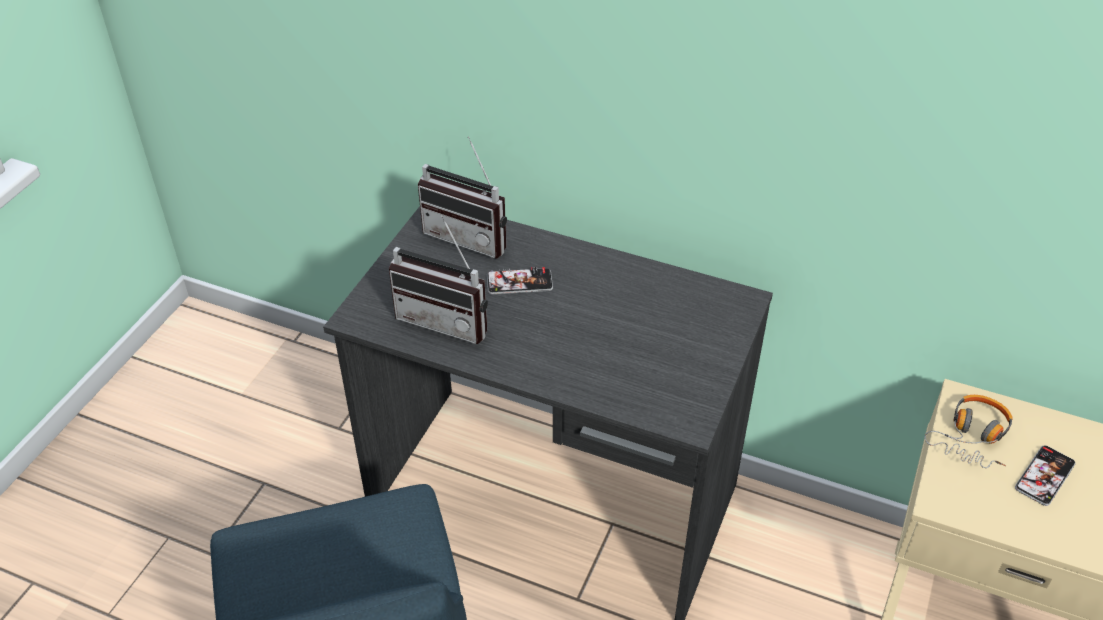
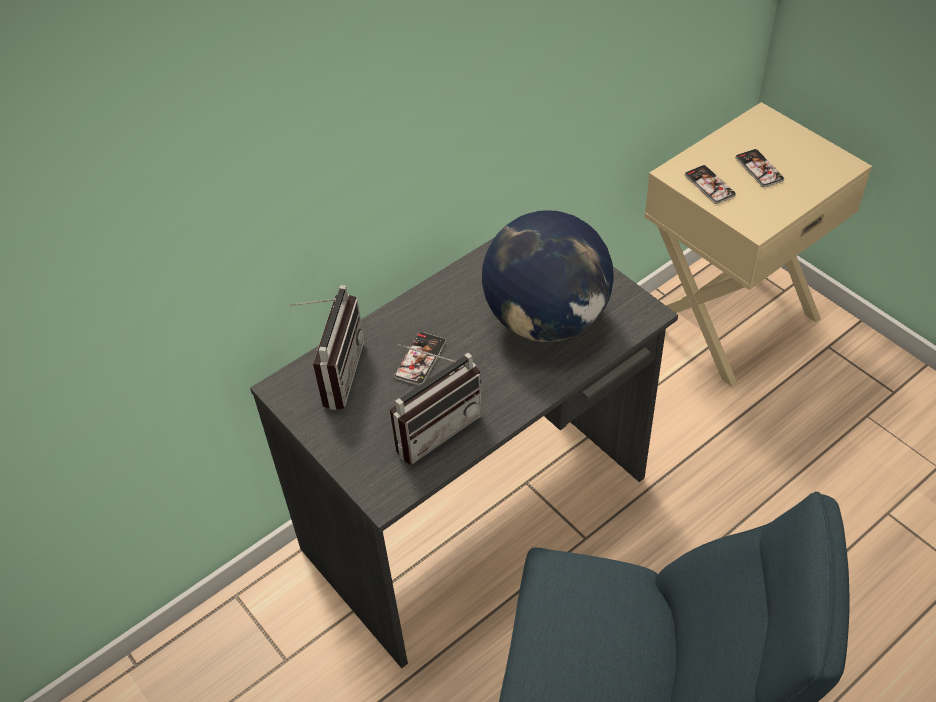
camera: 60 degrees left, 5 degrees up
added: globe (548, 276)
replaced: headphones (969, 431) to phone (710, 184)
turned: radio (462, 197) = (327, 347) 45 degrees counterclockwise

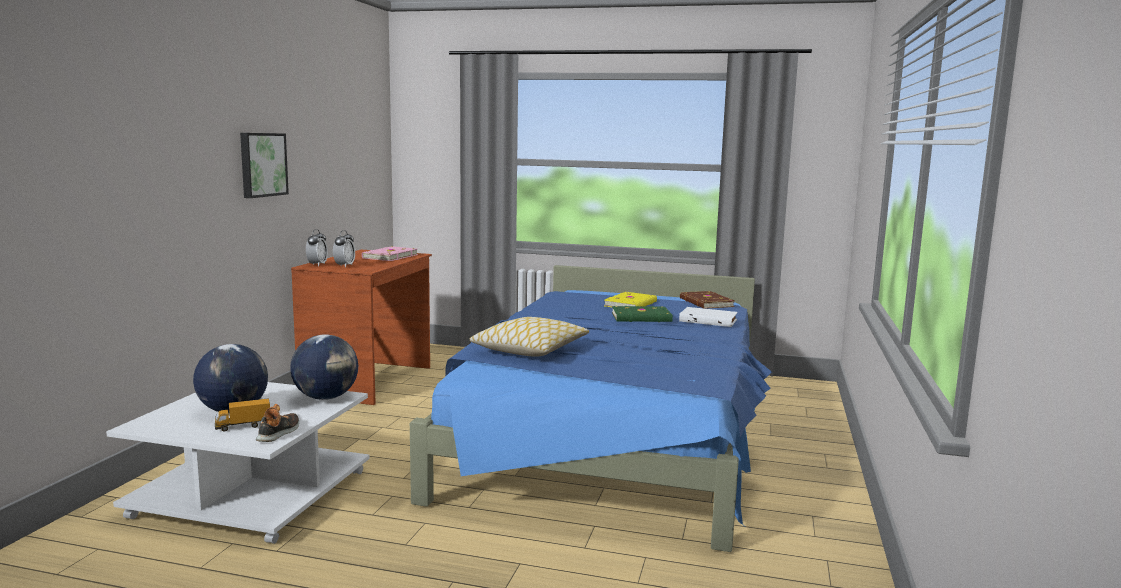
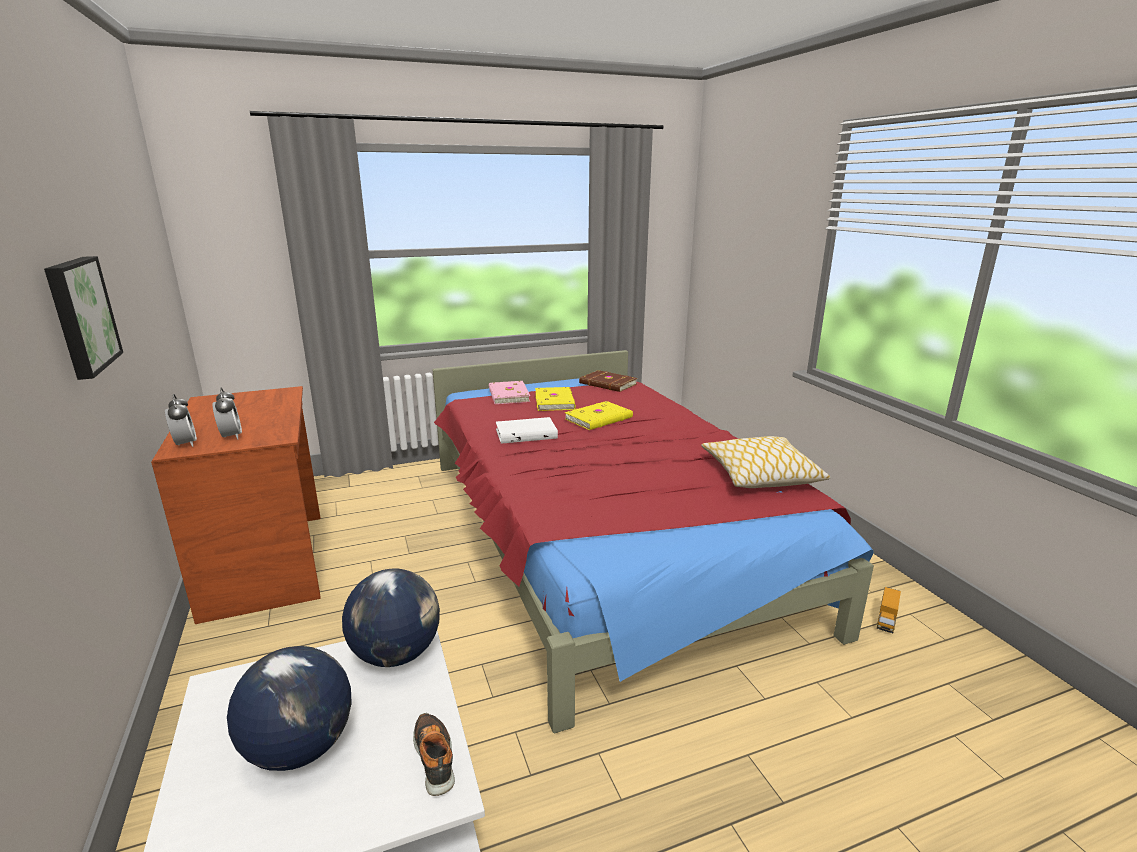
camera: 35 degrees left, 10 degrees up
moved: pink book (390, 253) to (509, 392); white book (708, 317) to (527, 430); pillow (529, 337) to (766, 462); toy truck (242, 415) to (889, 610)
recoloured: blue bed (591, 408) to red bed (653, 542); green book (642, 314) to yellow book (599, 415)

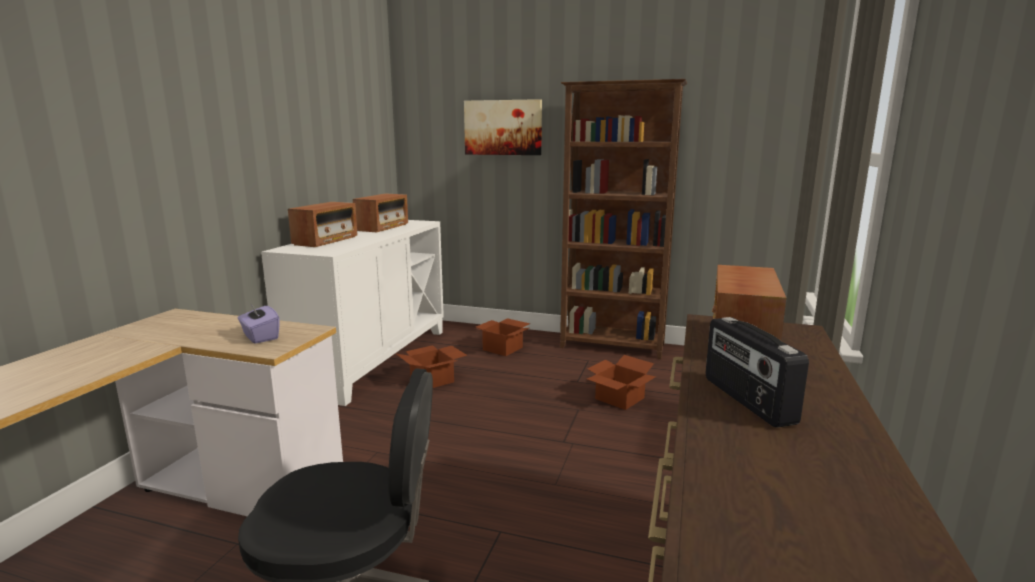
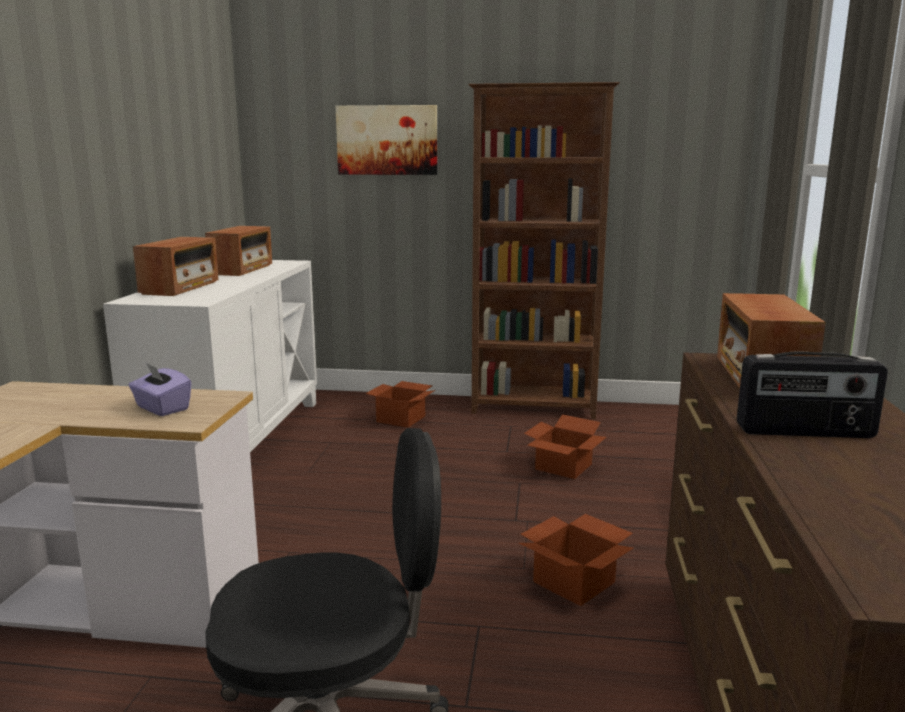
camera: 10 degrees left, 0 degrees up
moved: cardboard box (431, 366) to (576, 560)
turned: radio (757, 372) = (812, 394) 60 degrees counterclockwise

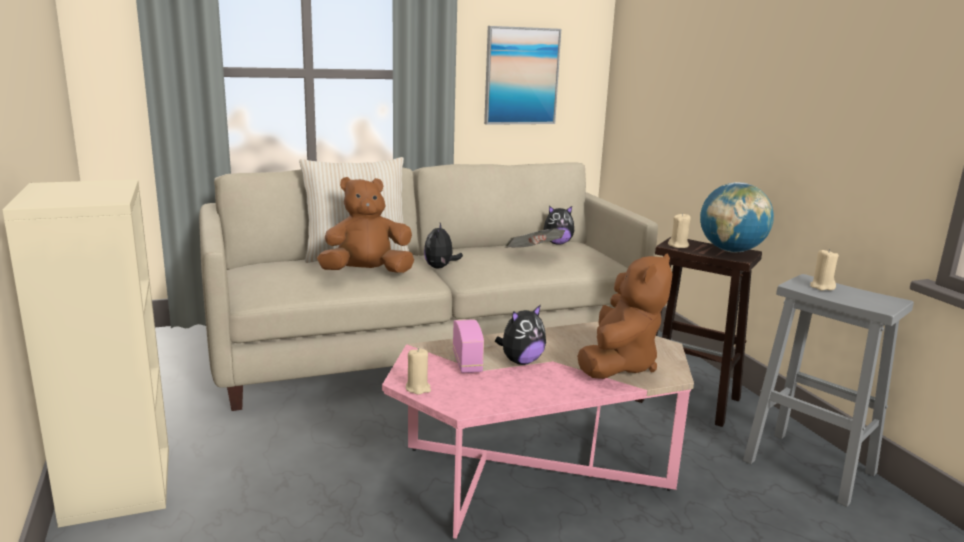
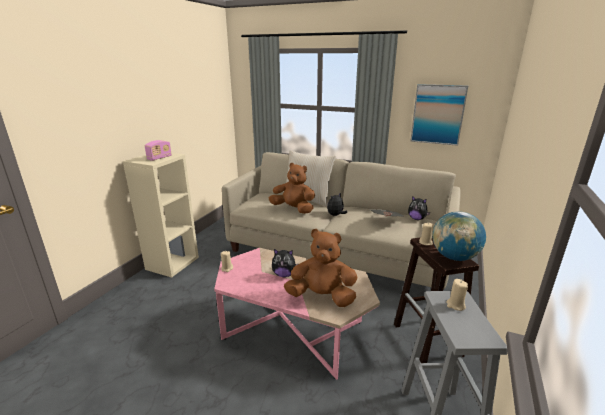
camera: 45 degrees right, 5 degrees up
moved: radio (468, 346) to (158, 150)
turned: brown plush toy (625, 316) = (320, 268) 150 degrees counterclockwise

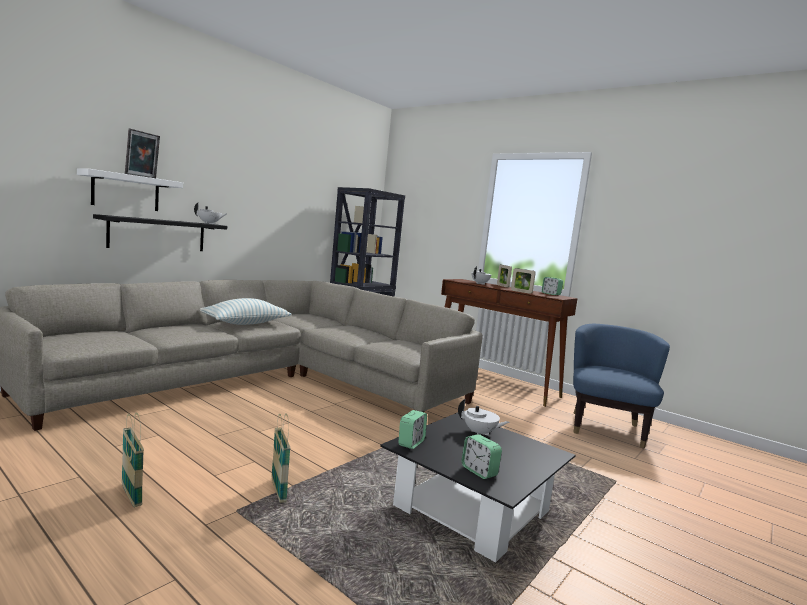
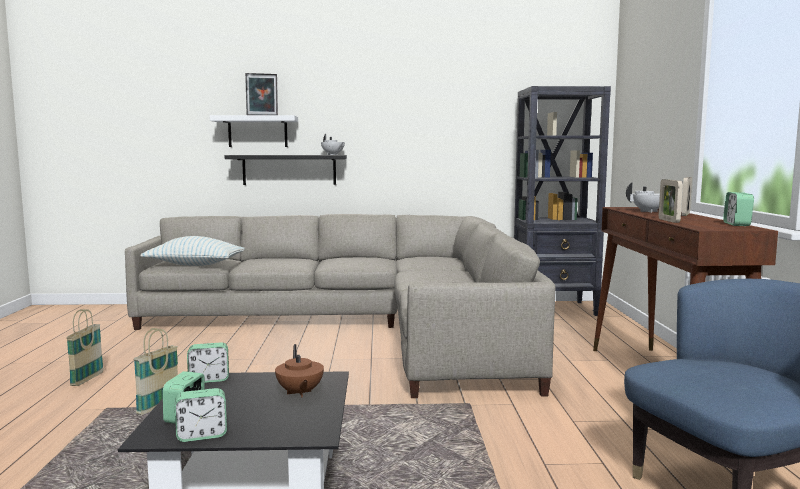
camera: 50 degrees right, 0 degrees up
added: alarm clock (201, 415)
moved: pillow (246, 311) to (192, 251)
recoloured: white teapot (483, 417) to brown teapot (299, 370)

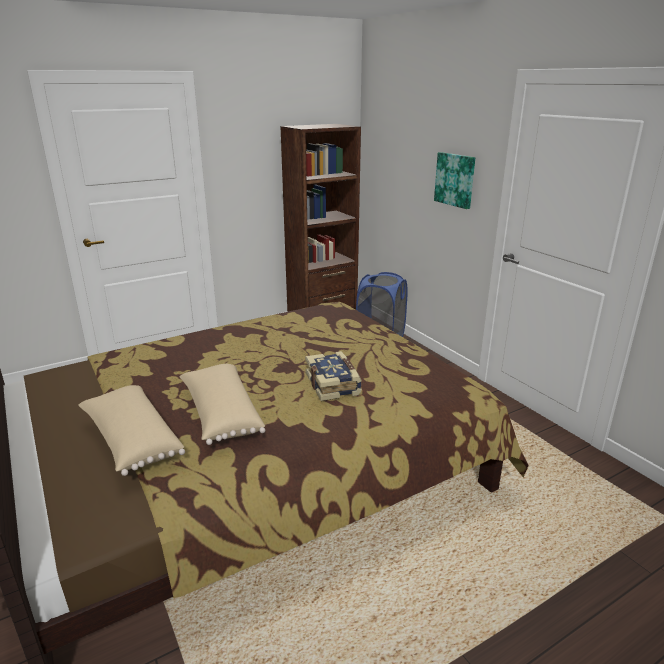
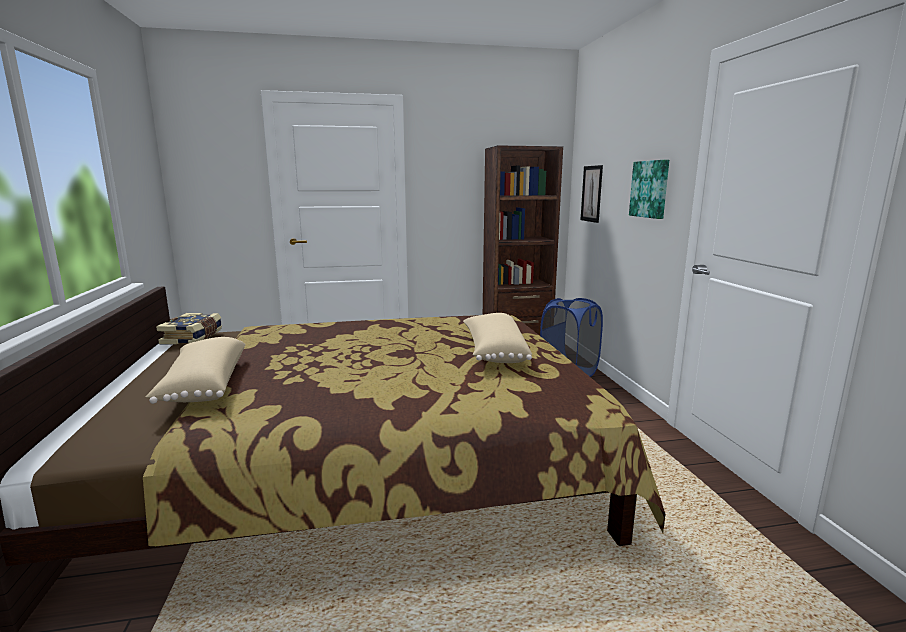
camera: 20 degrees right, 10 degrees down
added: picture (592, 194)
moved: book (333, 376) to (189, 329); beige pillow (222, 404) to (497, 338)

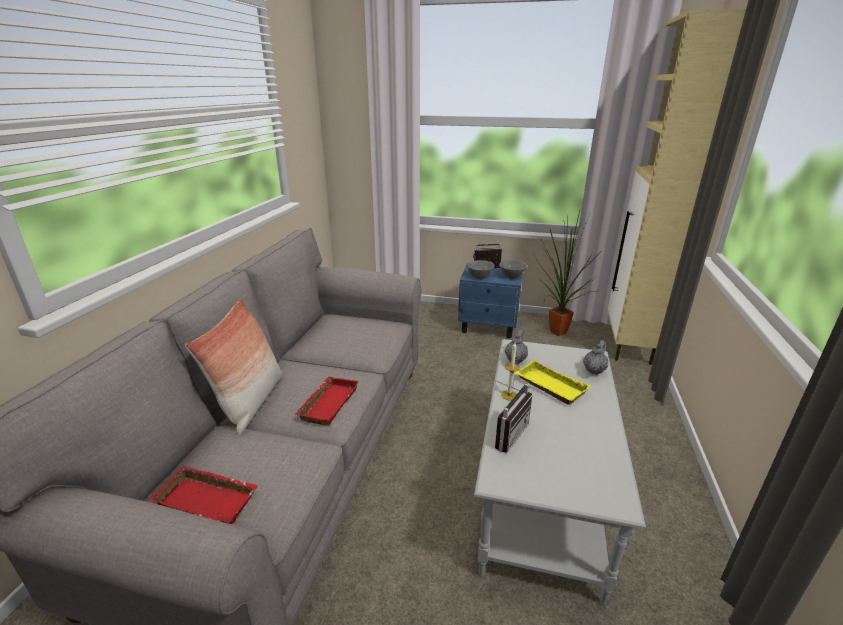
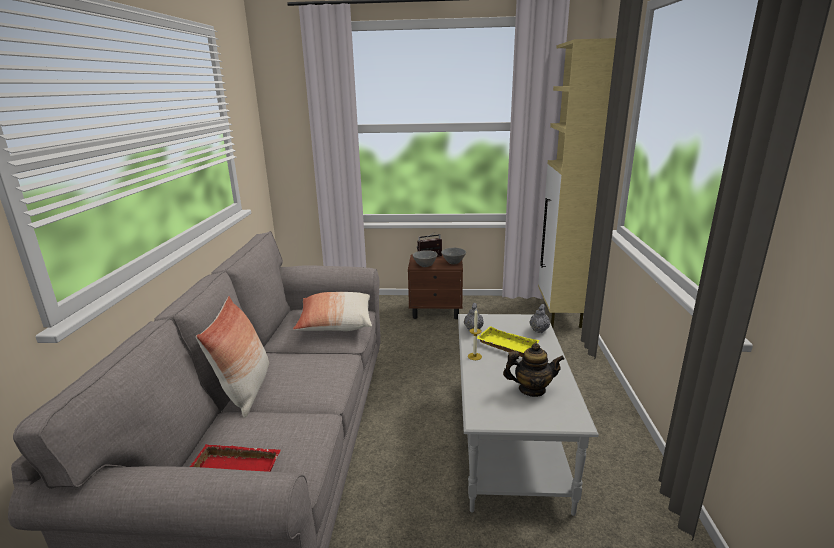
camera: 10 degrees left, 5 degrees down
removed: potted plant (566, 272); red tray (327, 401); radio (514, 416)
added: pillow (332, 311); teapot (534, 370)
recoloured: blue nightstand (490, 301) to brown nightstand (435, 287)

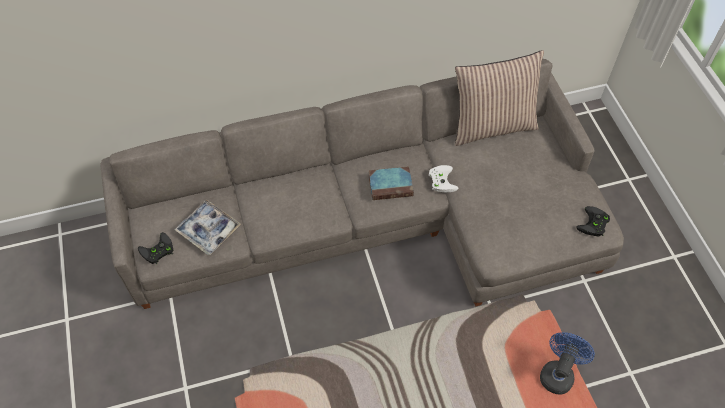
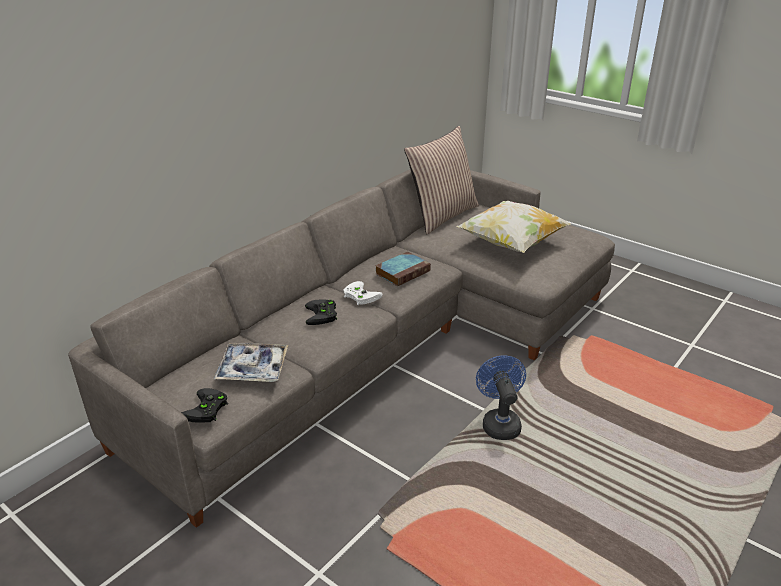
camera: 35 degrees left, 25 degrees down
added: pillow (513, 227)
moved: white game controller (443, 178) to (363, 293); black game controller (593, 221) to (321, 312); blue fan (567, 363) to (501, 397)

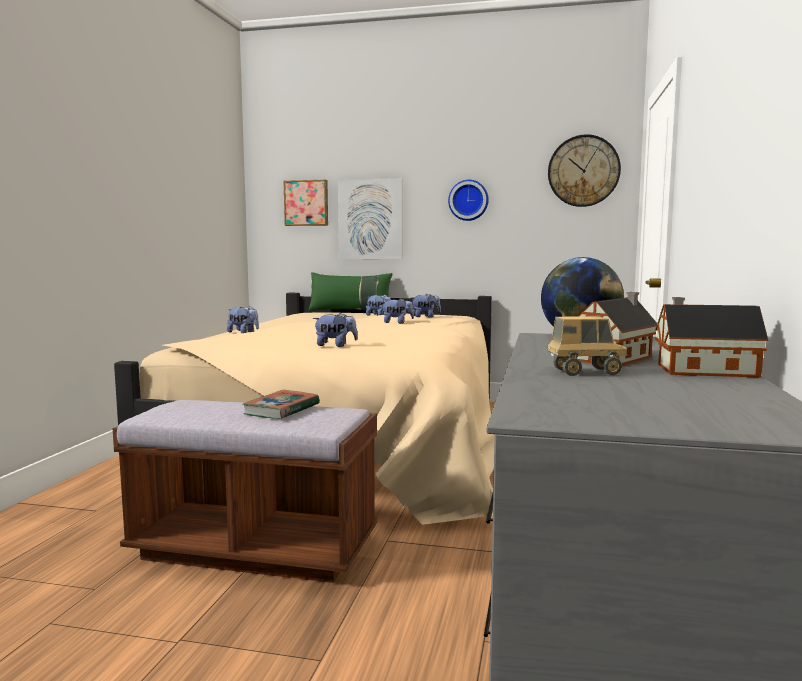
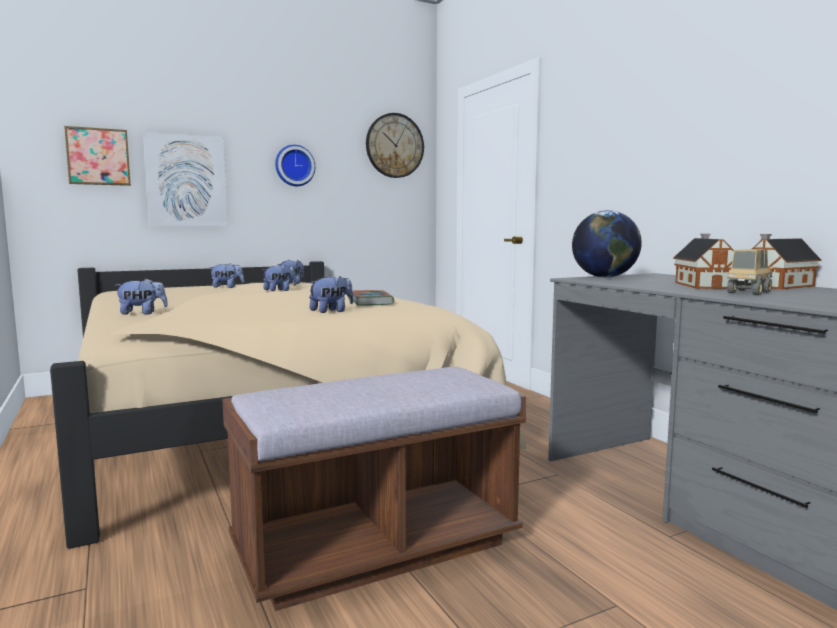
camera: 40 degrees left, 0 degrees up
removed: green pillow (350, 291)
moved: book (281, 404) to (373, 298)

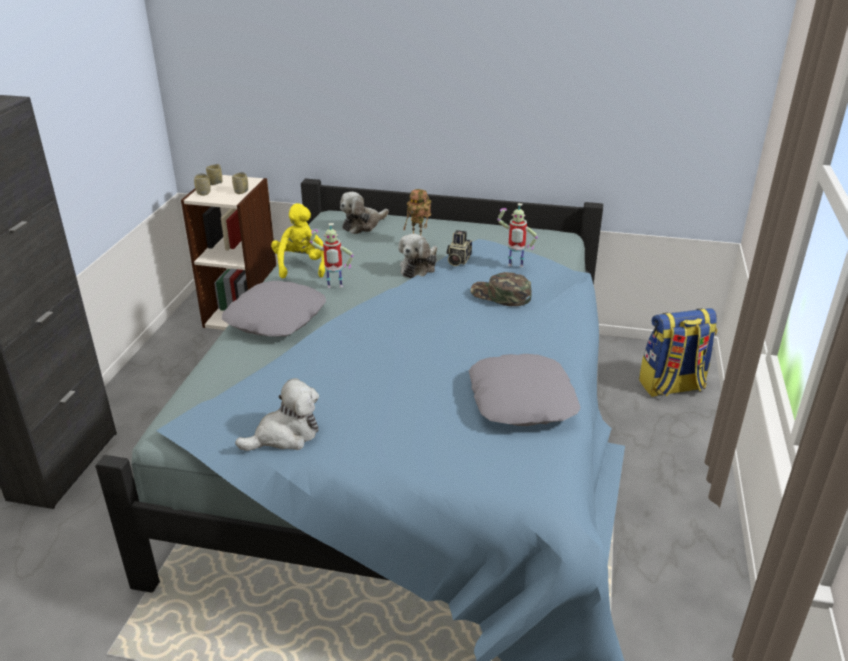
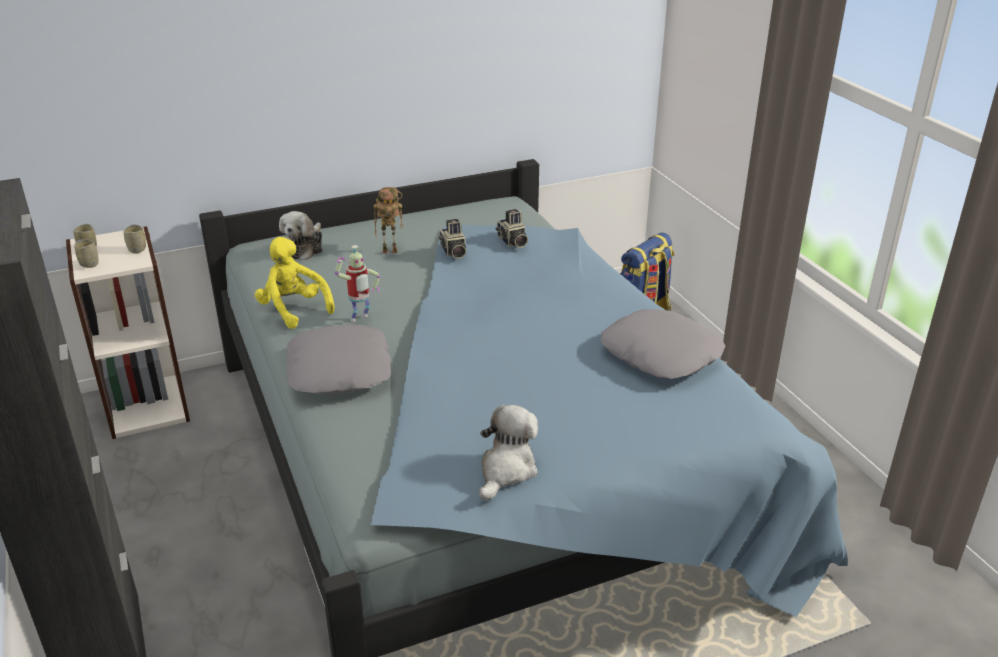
camera: 35 degrees left, 0 degrees up
removed: plush toy (418, 256); green cap (501, 289)
replaced: toy robot (517, 235) to photo camera (512, 228)

